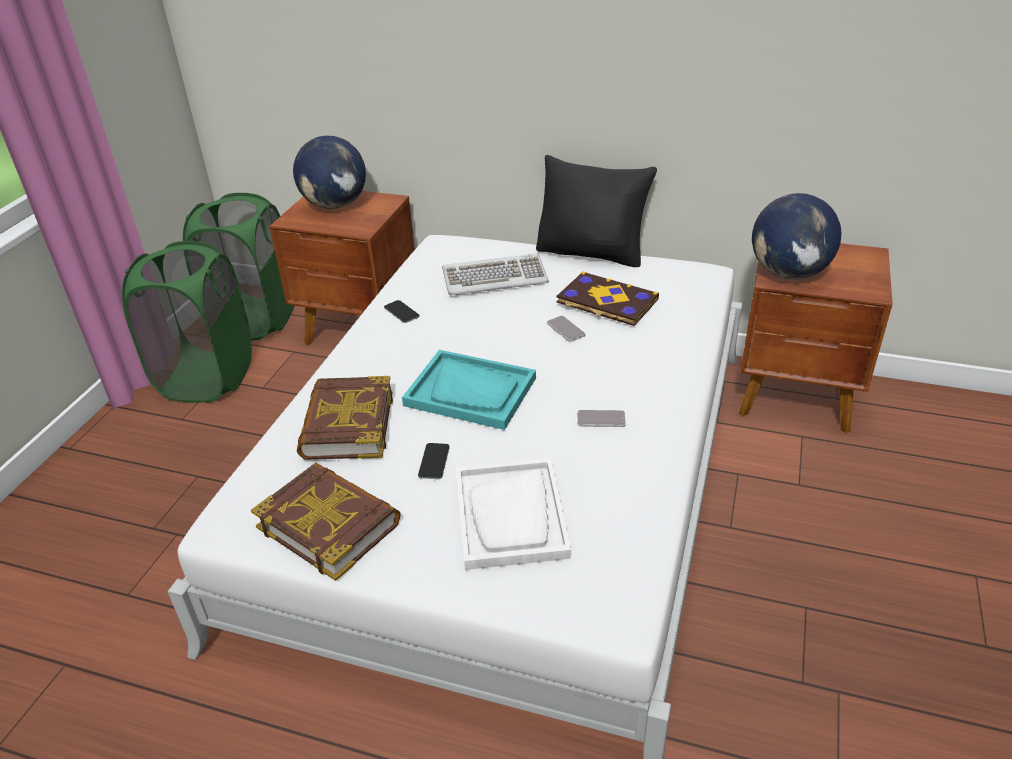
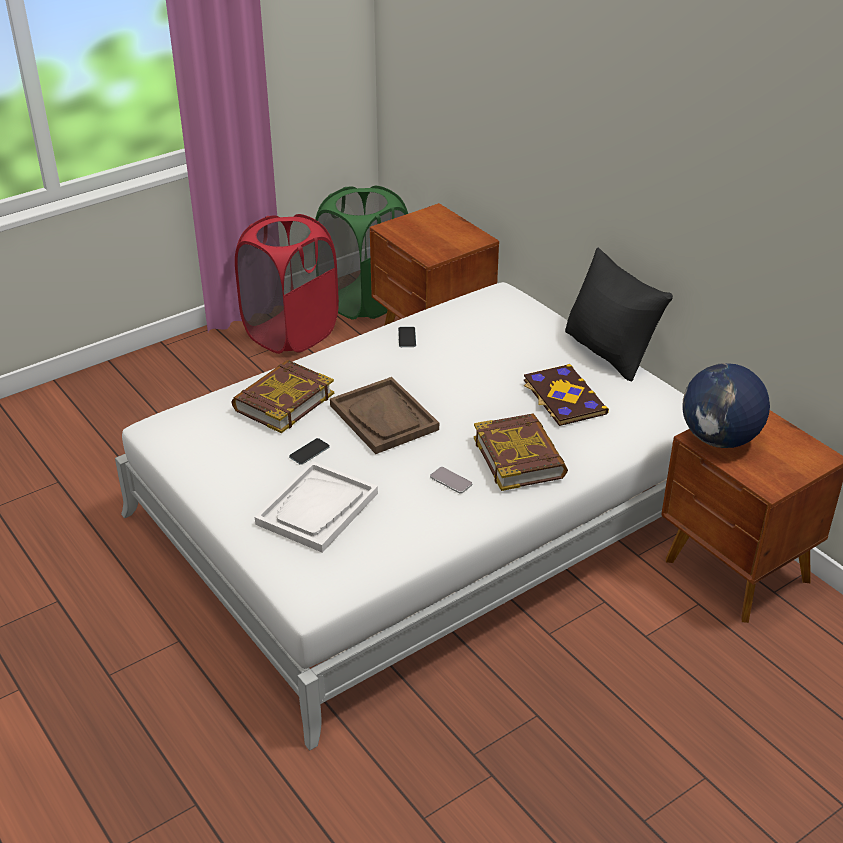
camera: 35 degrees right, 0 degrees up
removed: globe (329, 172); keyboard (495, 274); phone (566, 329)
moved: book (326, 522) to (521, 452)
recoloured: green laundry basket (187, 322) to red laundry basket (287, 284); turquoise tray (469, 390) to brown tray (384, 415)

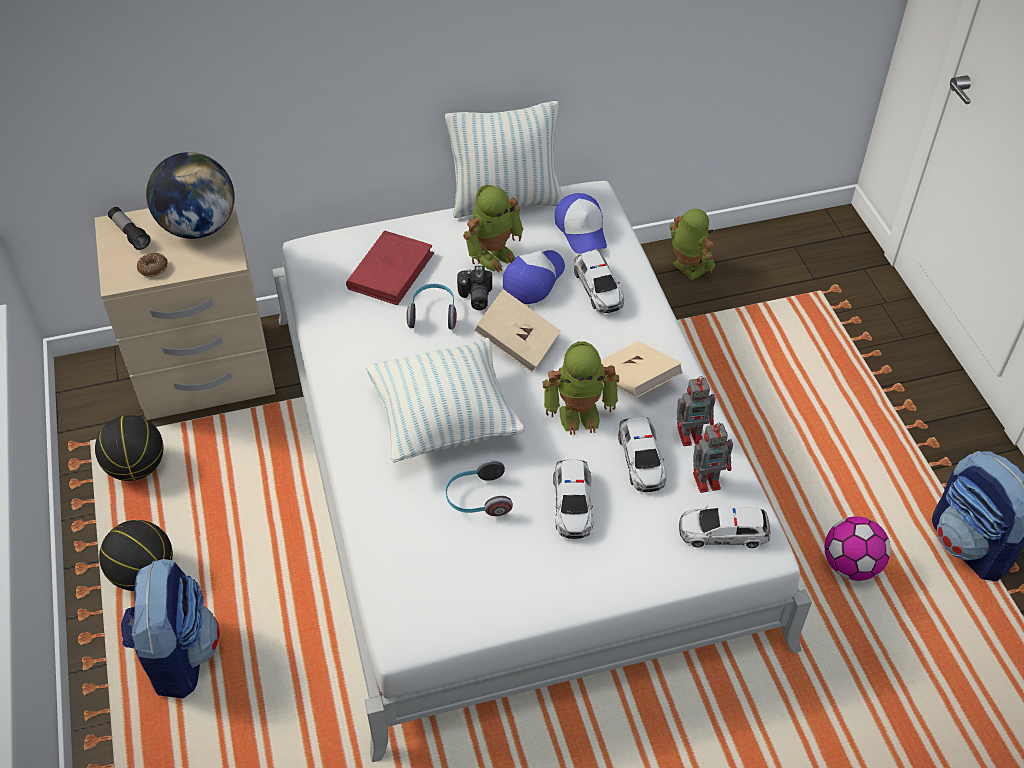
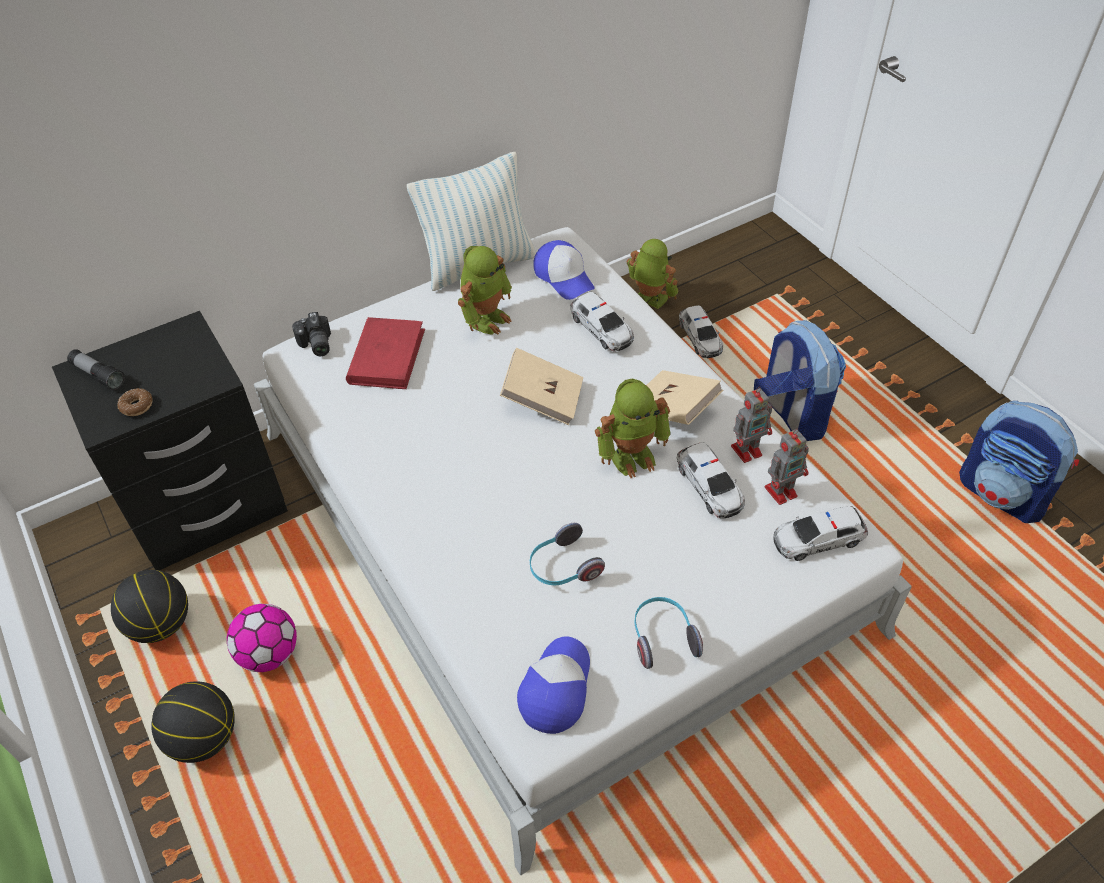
camera: 15 degrees left, 0 degrees up
removed: globe (190, 195); pillow (445, 400)
moved: cap (534, 277) to (553, 685); photo camera (474, 288) to (311, 334); headphones (431, 307) to (669, 633); toy car (573, 499) to (701, 331); football (857, 548) to (262, 638); backpack (170, 628) to (800, 380)
recoloured: beige nightstand (185, 311) to black nightstand (170, 440)

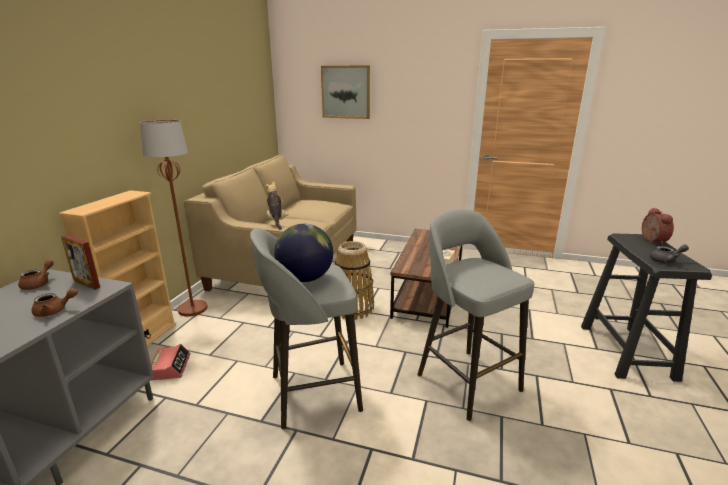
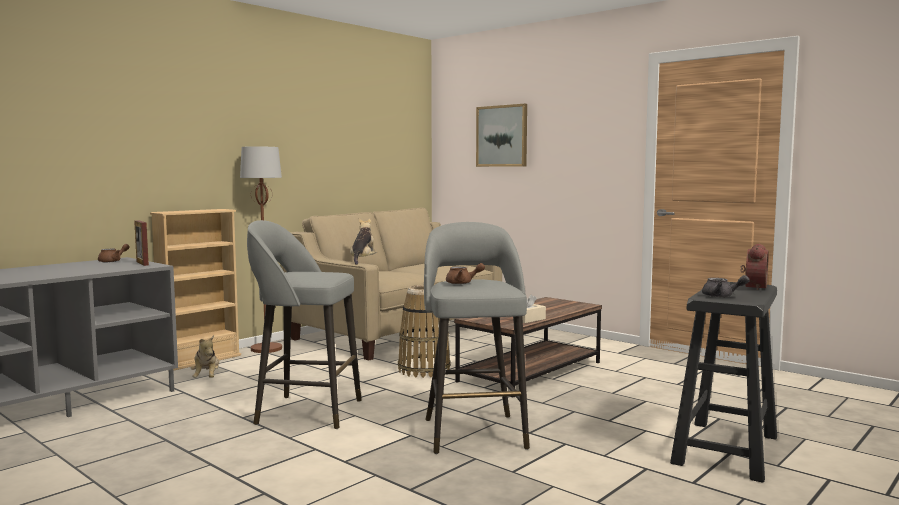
camera: 25 degrees right, 15 degrees down
removed: globe (303, 253)
moved: brown teapot (55, 302) to (465, 273)
replaced: alarm clock (170, 362) to plush toy (205, 356)

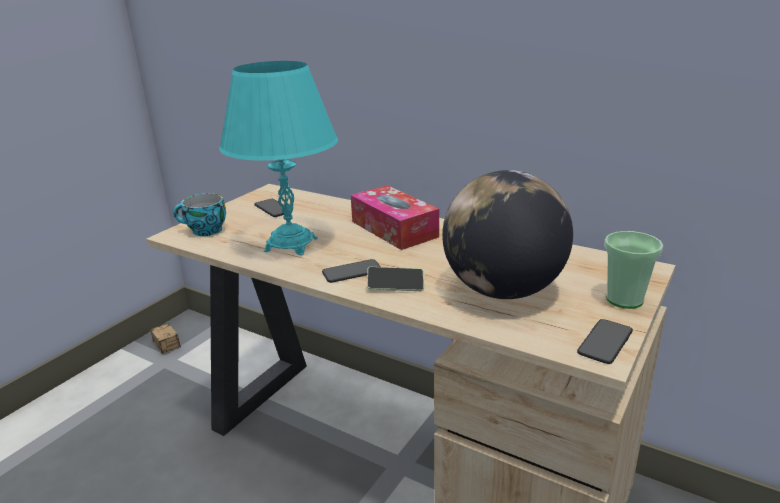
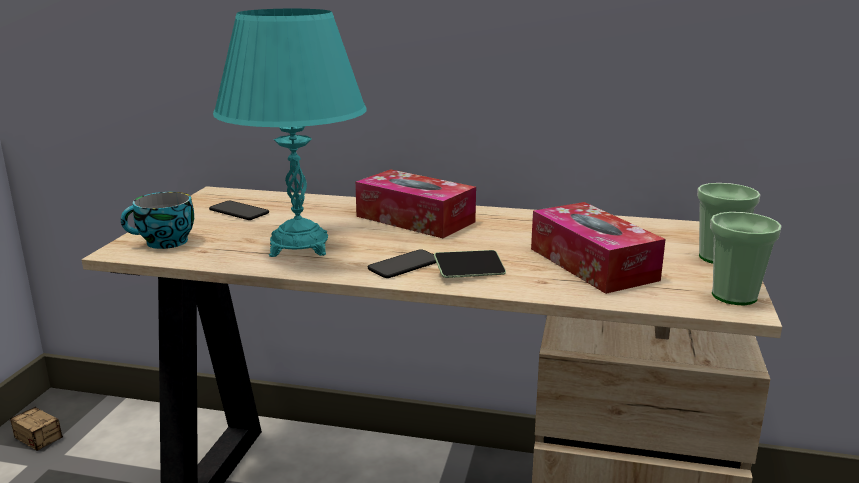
camera: 20 degrees left, 5 degrees down
replaced: globe (507, 234) to tissue box (598, 248); phone (605, 341) to cup (746, 258)

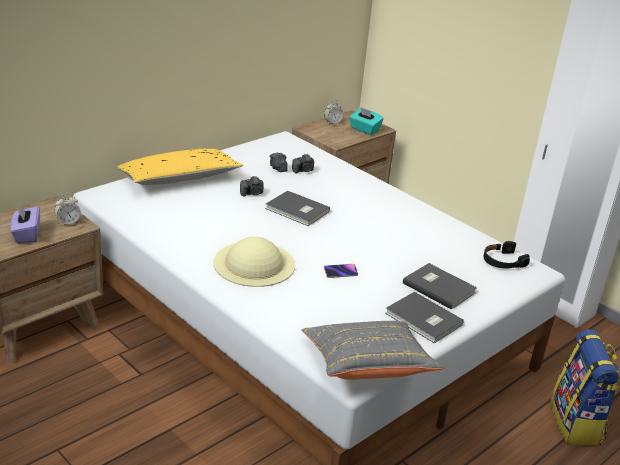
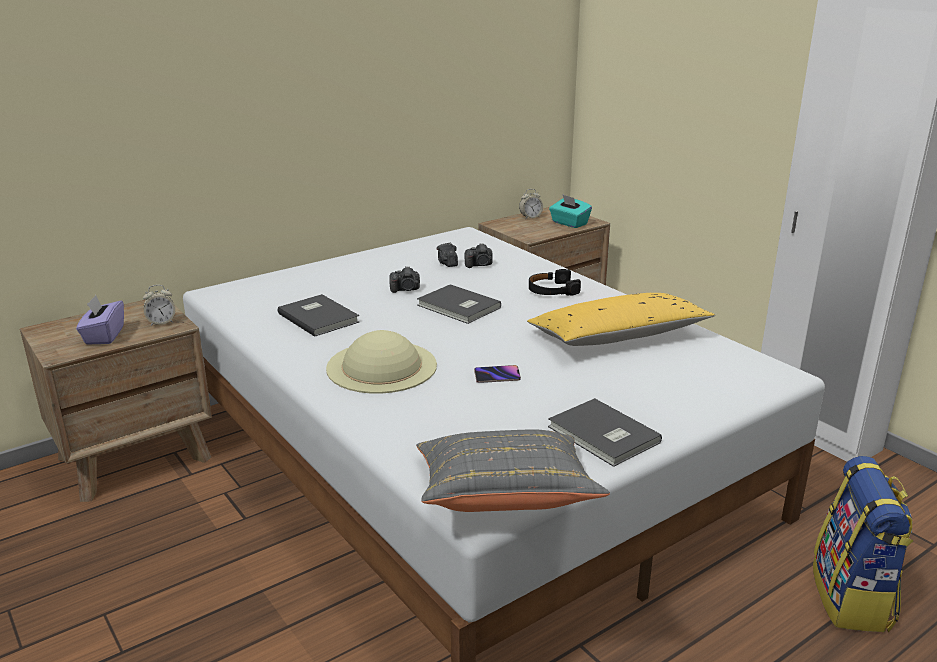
camera: 10 degrees right, 5 degrees down
moved: yellow pillow (180, 167) to (621, 319); black headphones (506, 255) to (555, 282); grey book (440, 286) to (318, 315)

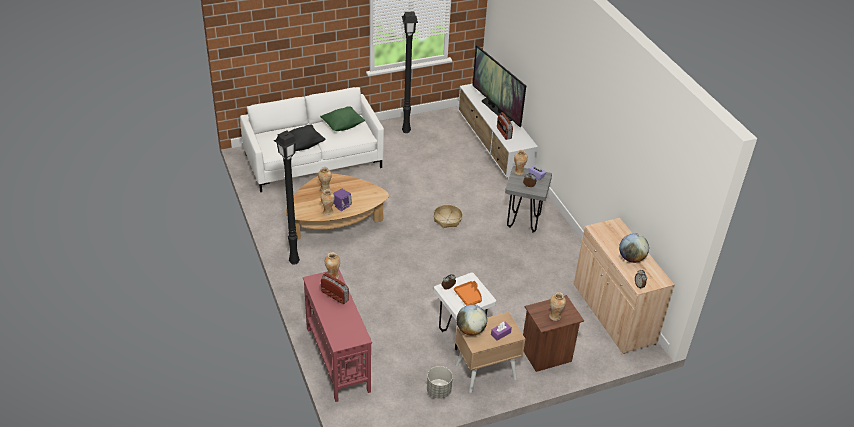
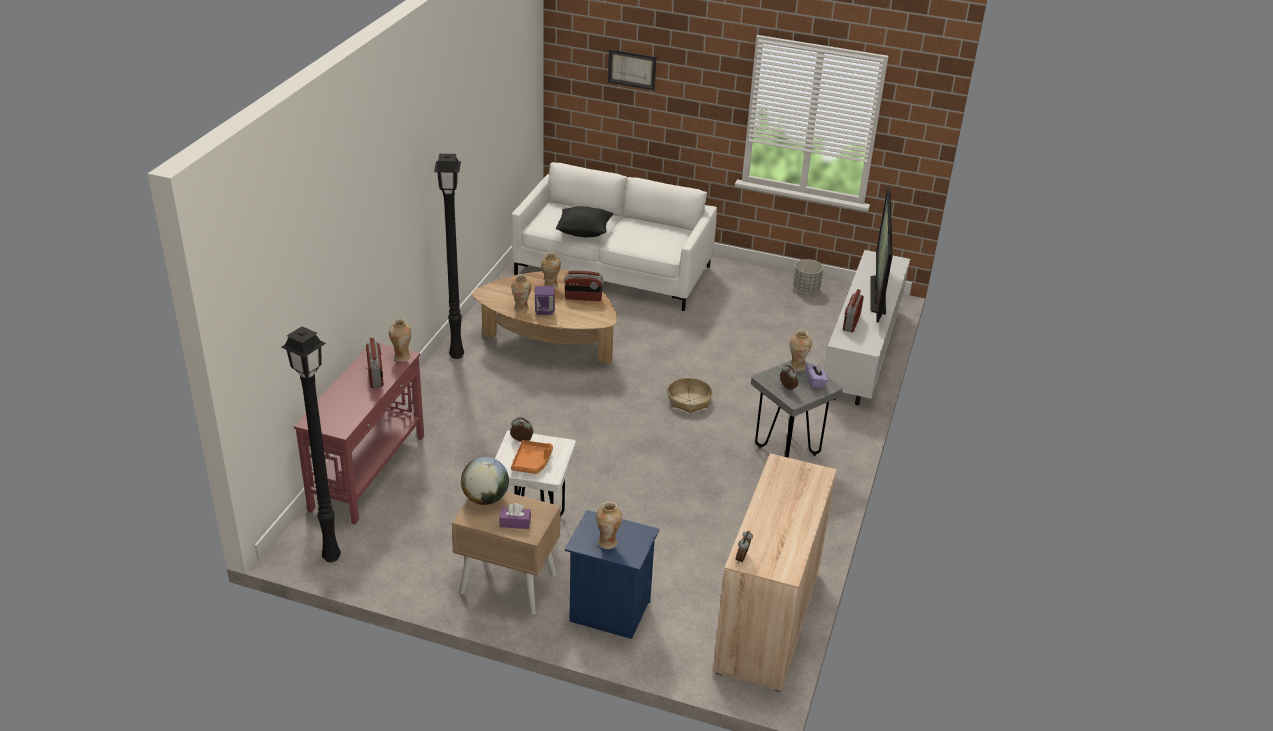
camera: 40 degrees right, 5 degrees down
removed: green pillow (342, 118); globe (634, 248)
added: picture (632, 70); radio (584, 286)
moved: black floor lamp (410, 72) to (311, 444); grey planter (440, 382) to (808, 275)
recoloured: brown nightstand (553, 333) to blue nightstand (612, 574)

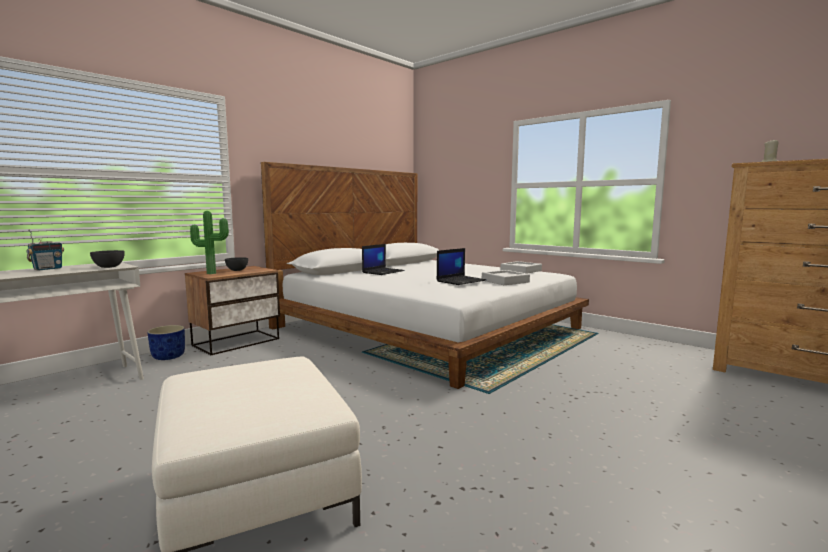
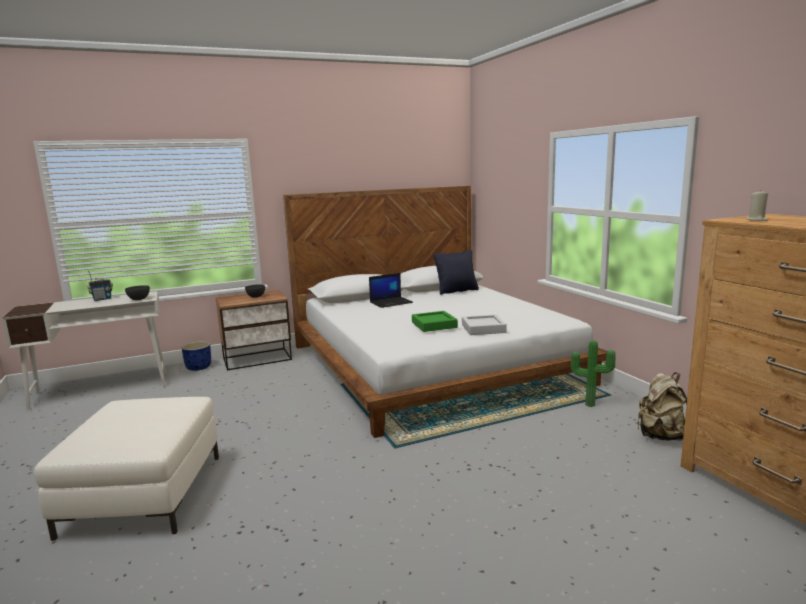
camera: 25 degrees right, 5 degrees up
removed: grey tray (521, 267)
added: black pillow (456, 272); beige backpack (662, 406)
moved: potted plant (209, 242) to (593, 373)
replaced: laptop (461, 266) to green tray (435, 321)

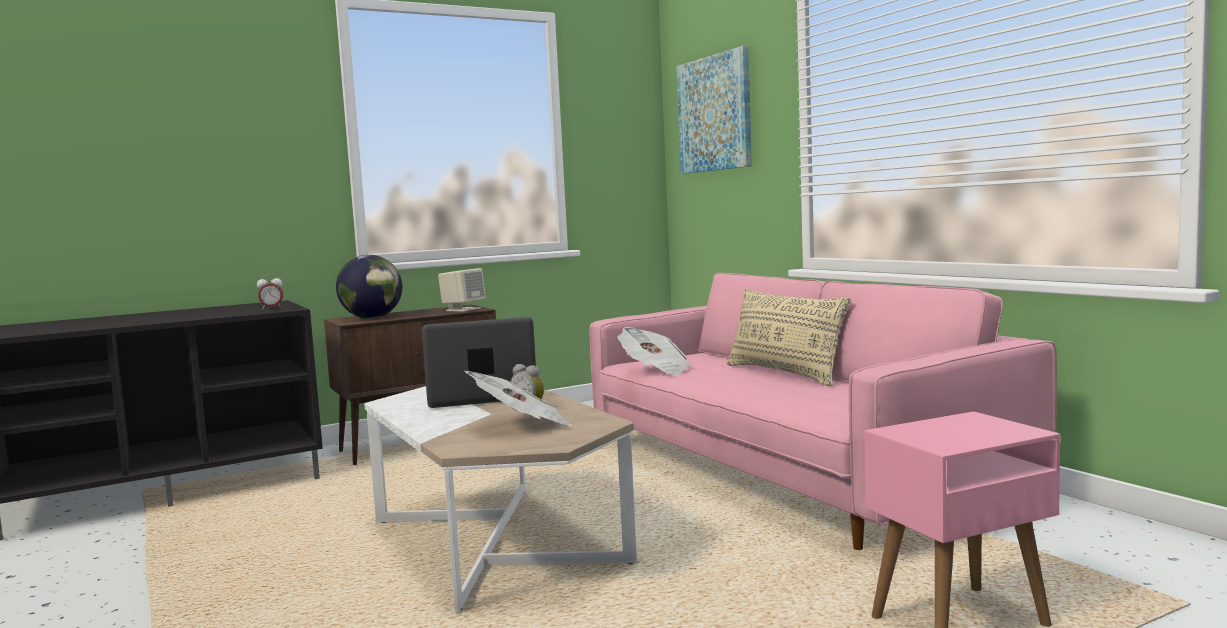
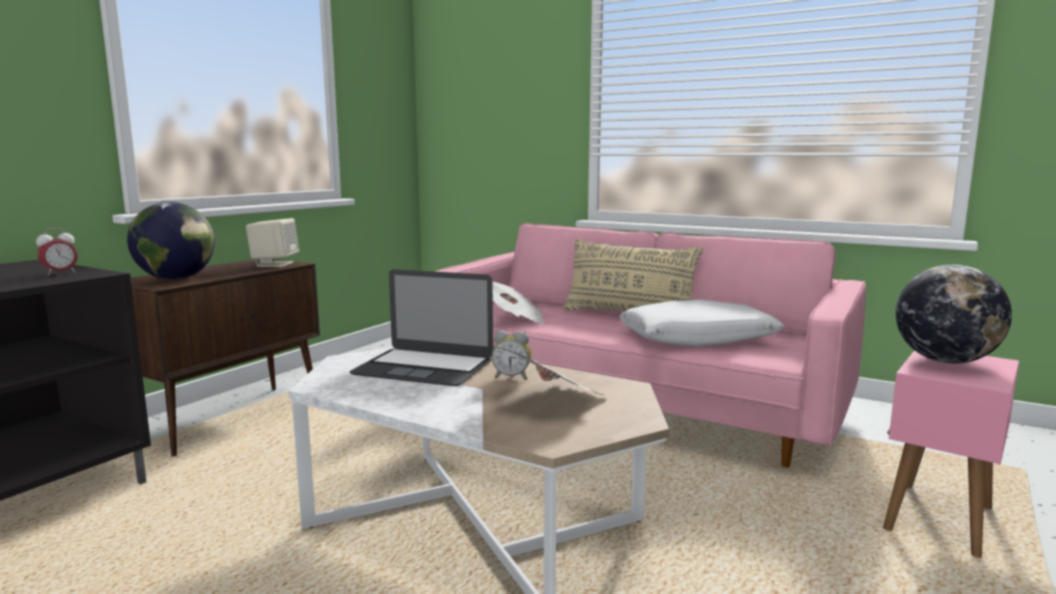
camera: 30 degrees left, 5 degrees up
removed: picture (714, 110)
added: globe (954, 314); white pillow (701, 323)
turned: laptop (479, 362) = (421, 327) 120 degrees counterclockwise

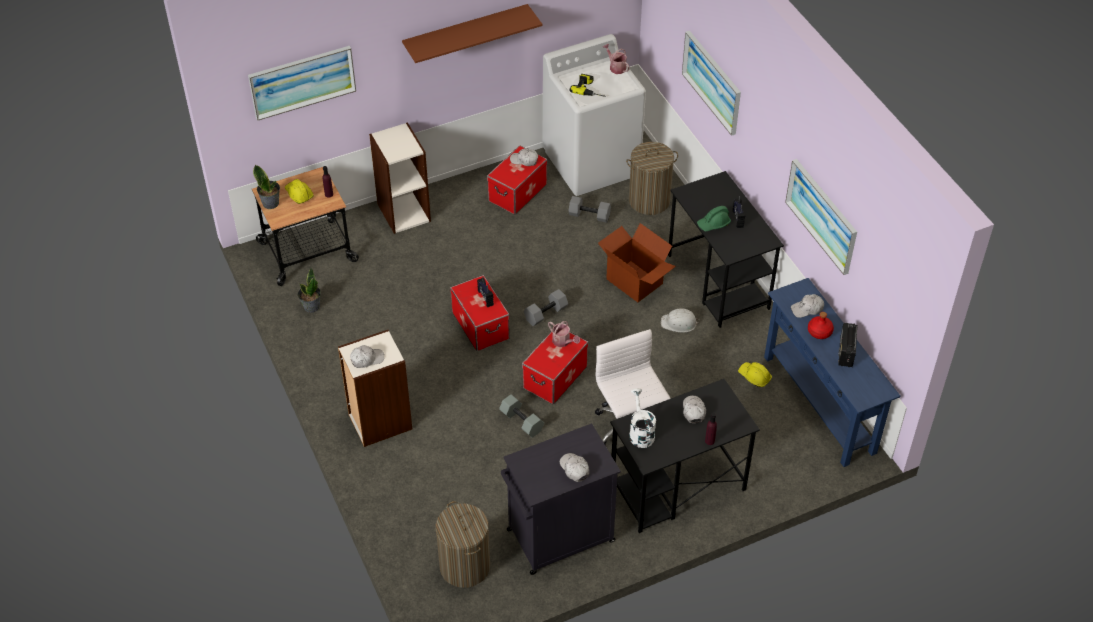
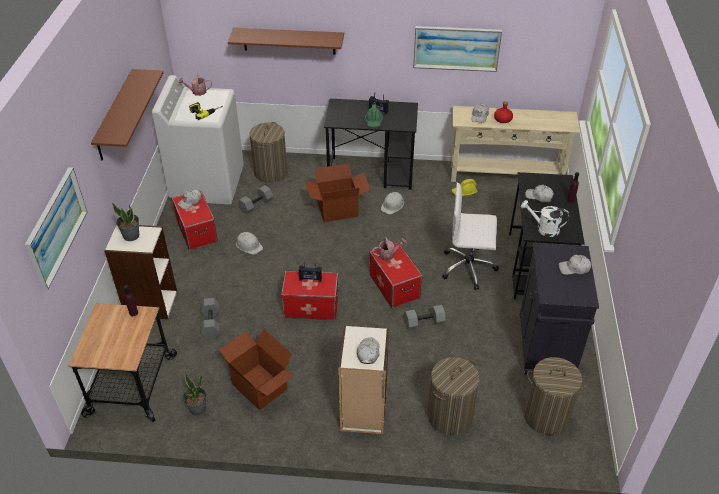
camera: 60 degrees left, 5 degrees down
removed: yellow hard hat (299, 191); radio (847, 345)
added: white hard hat (249, 243); cardboard box (257, 369); laundry basket (453, 396)
moved: potted plant (266, 187) to (125, 222); grey dumbbell (546, 307) to (210, 318)
replaced: picture (711, 83) to brown shelf (286, 41)
recoloured: blue console table (832, 372) to beige console table (515, 144)

